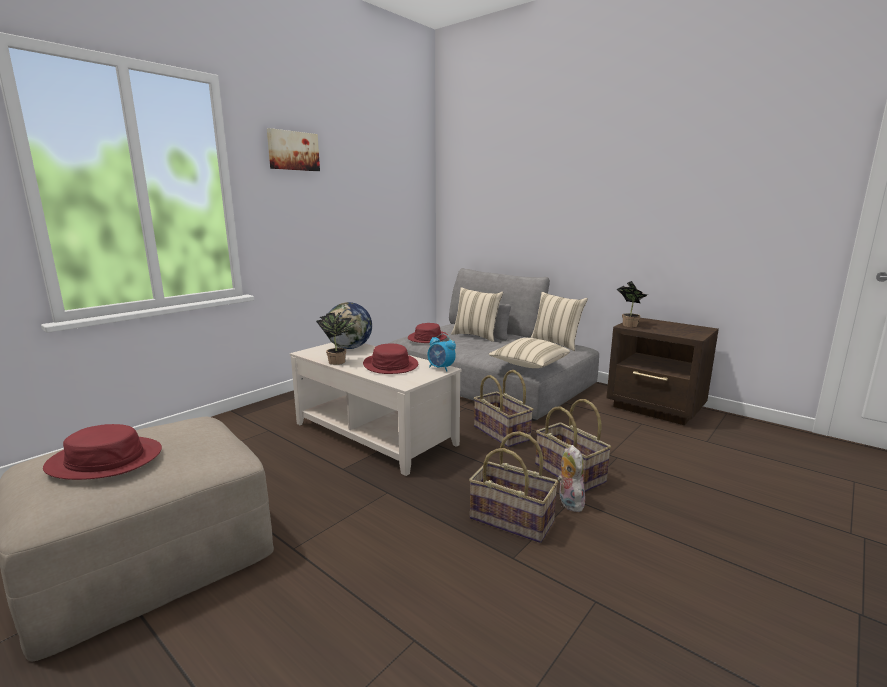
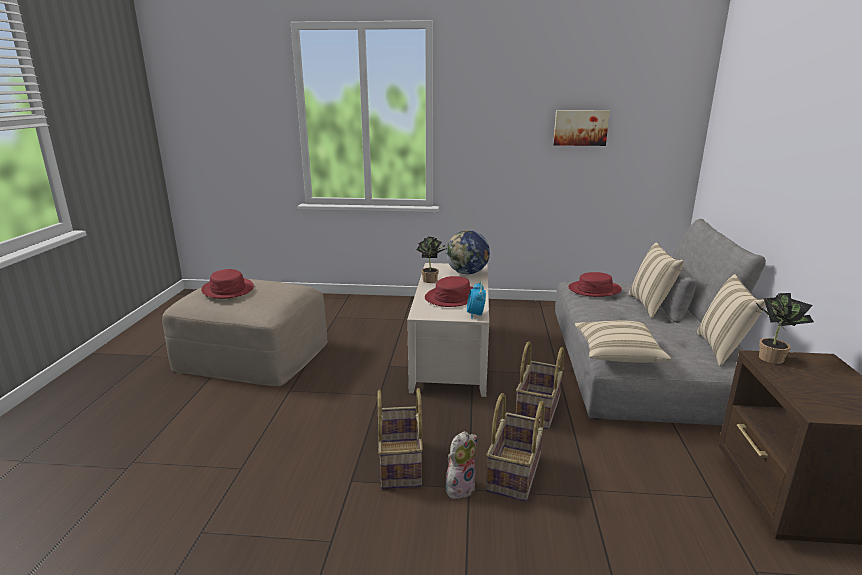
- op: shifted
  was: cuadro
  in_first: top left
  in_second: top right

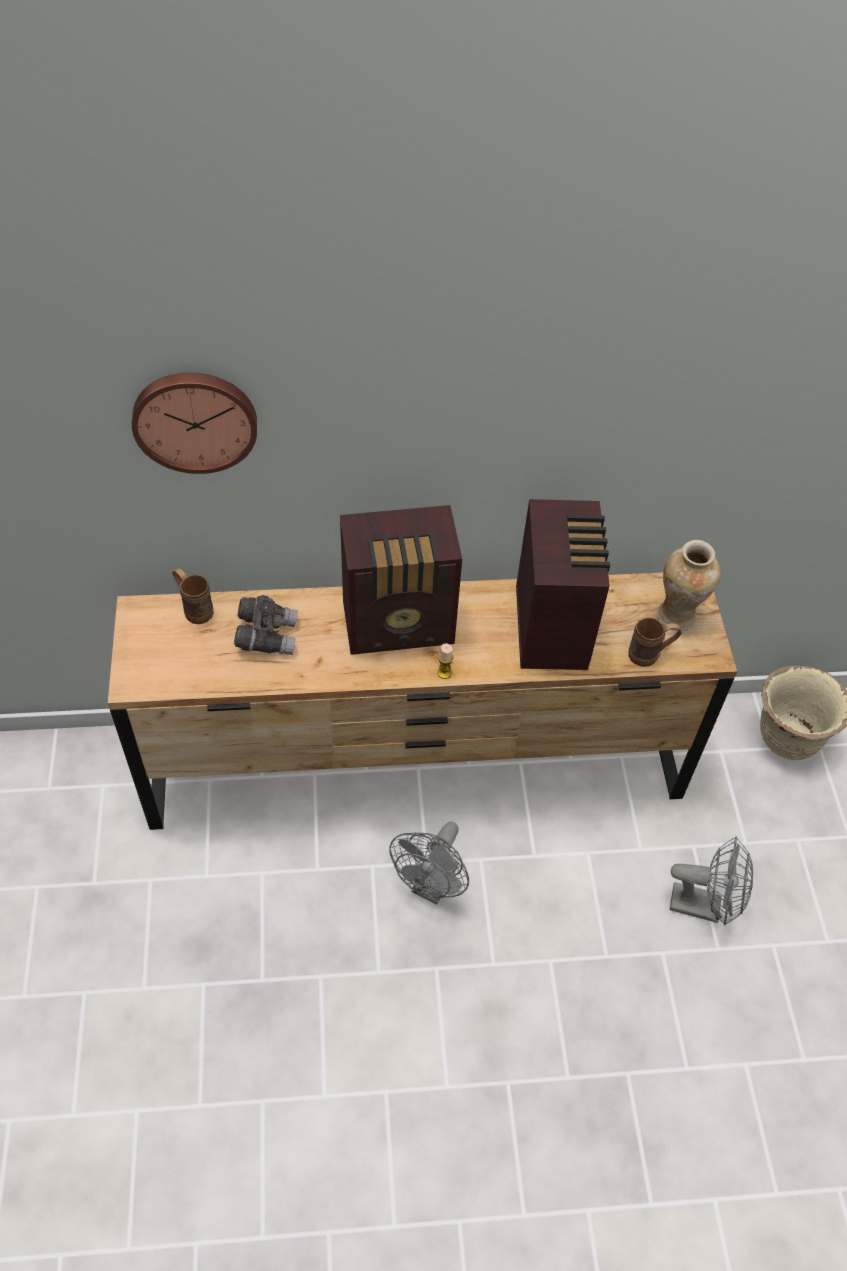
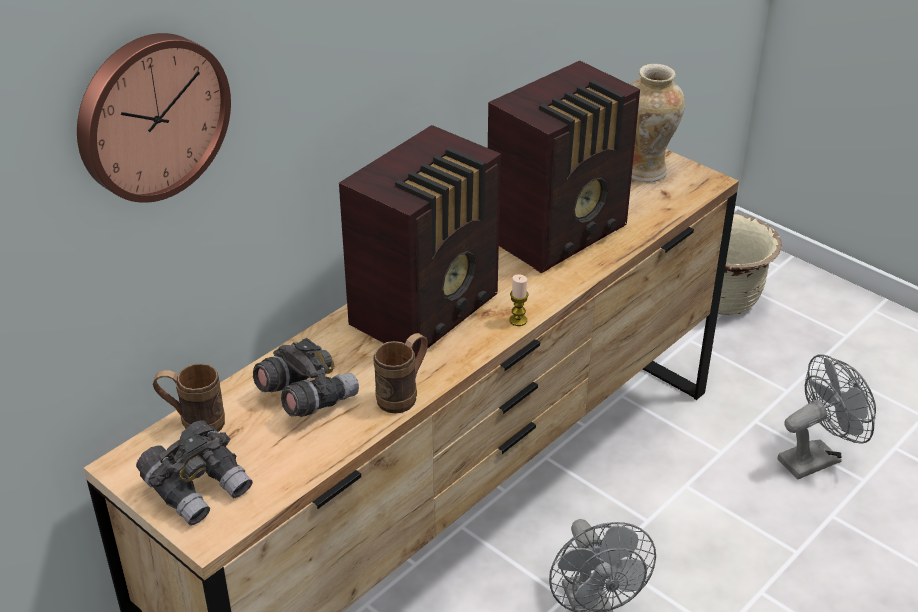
- op: rotated
  was: radio (no. 2 from left)
  in_first: centre
  in_second: top centre
  clockwise: 90
- op: shifted
  was: taza grande (marrón) (no. 2 from left)
  in_first: middle right
  in_second: centre
- op: new
  now: prismáticos (gris) (no. 1 from left)
  in_second: bottom left

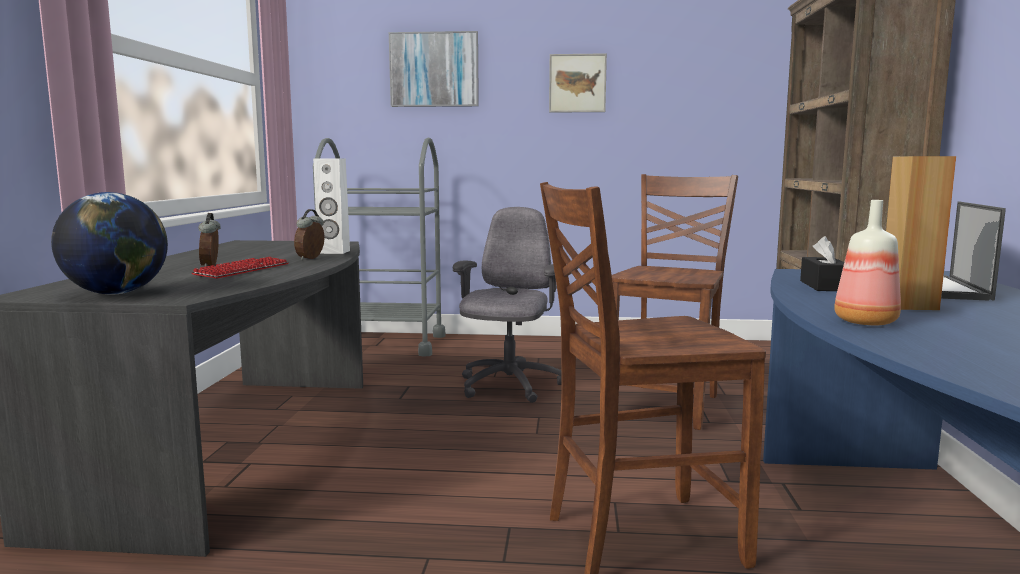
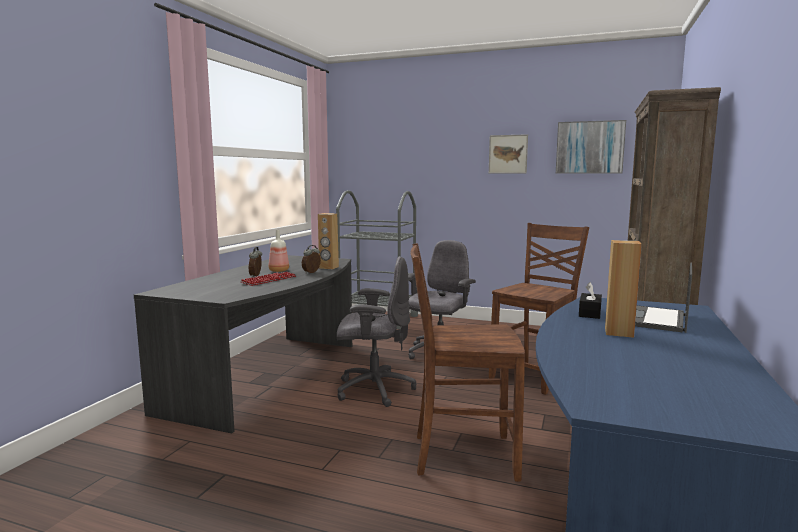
- op: shifted
  was: cuadro (no. 1 from left in the first image)
  now: cuadro (no. 2 from left)
  in_first: top centre
  in_second: top right
- op: repainted
  was: altavoz (blanco)
  now: altavoz (marrón) (no. 1 from left)
  in_first: middle left
  in_second: centre
- op: gone
  was: globo terráqueo
  in_first: middle left
- op: shifted
  was: botella
  in_first: middle right
  in_second: centre
- op: new
  now: silla de oficina (gris) (no. 1 from left)
  in_second: centre

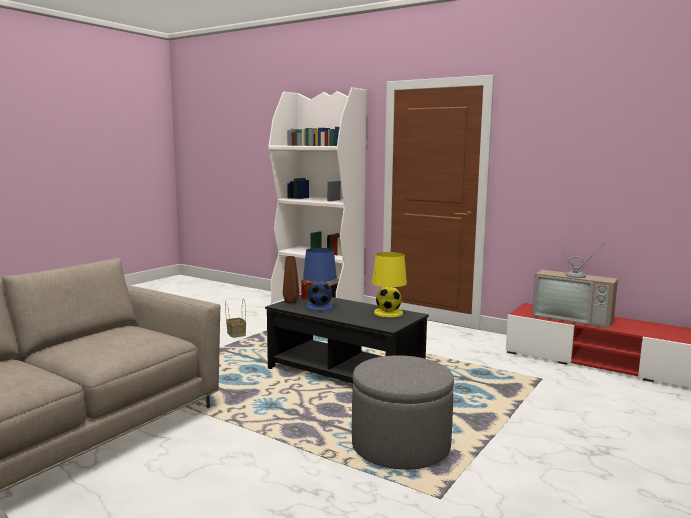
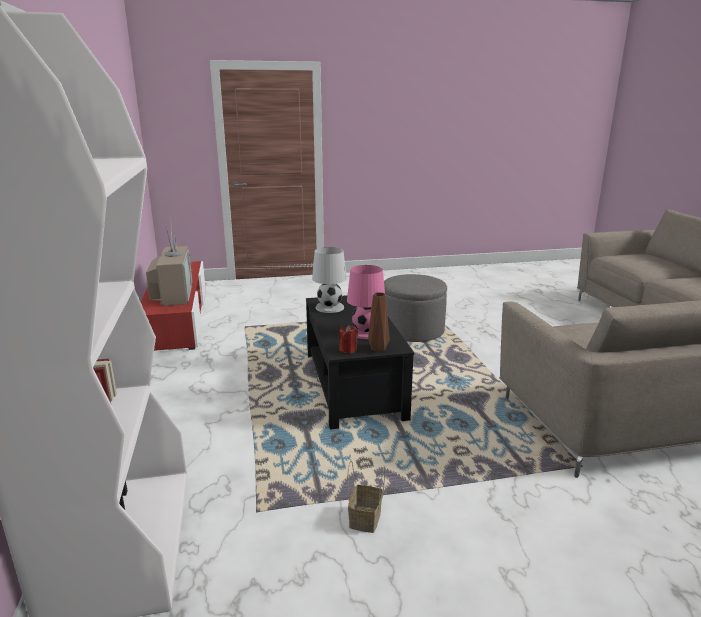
- op: repainted
  was: lámpara de mesa (azul)
  now: lámpara de mesa (rosa)
  in_first: centre
  in_second: centre
- op: repainted
  was: lámpara de mesa (amarillo)
  now: lámpara de mesa (blanco)
  in_first: centre
  in_second: centre

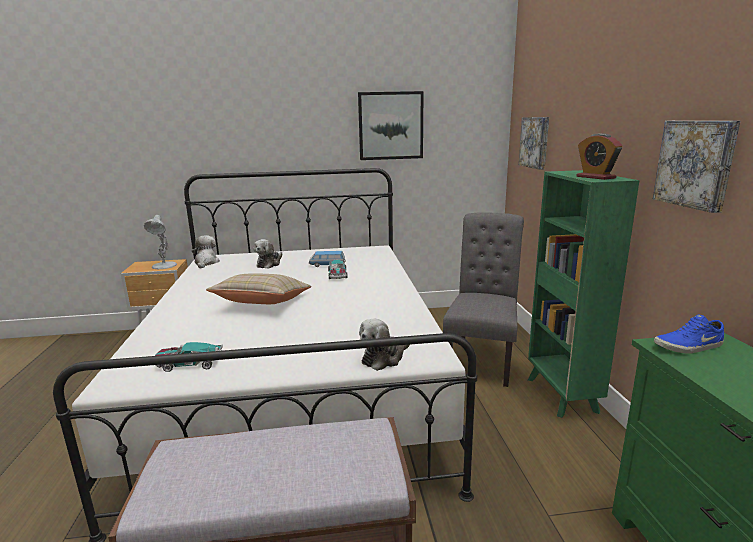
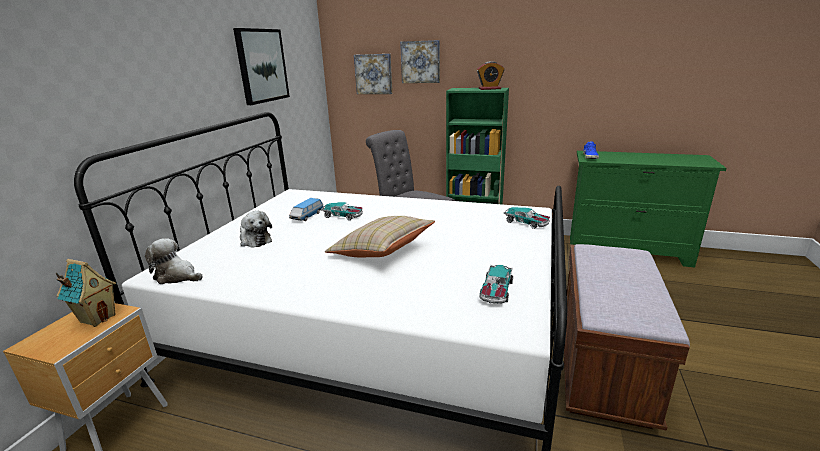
- op: shifted
  was: cuadro (no. 3 from left)
  in_first: top right
  in_second: top centre
- op: swapped
  was: lámpara de mesa (blanco)
  now: casita
  in_first: middle left
  in_second: middle left
- op: swapped
  was: peluche (no. 3 from left)
  now: coche de juguete (no. 4 from left)
  in_first: centre
  in_second: centre

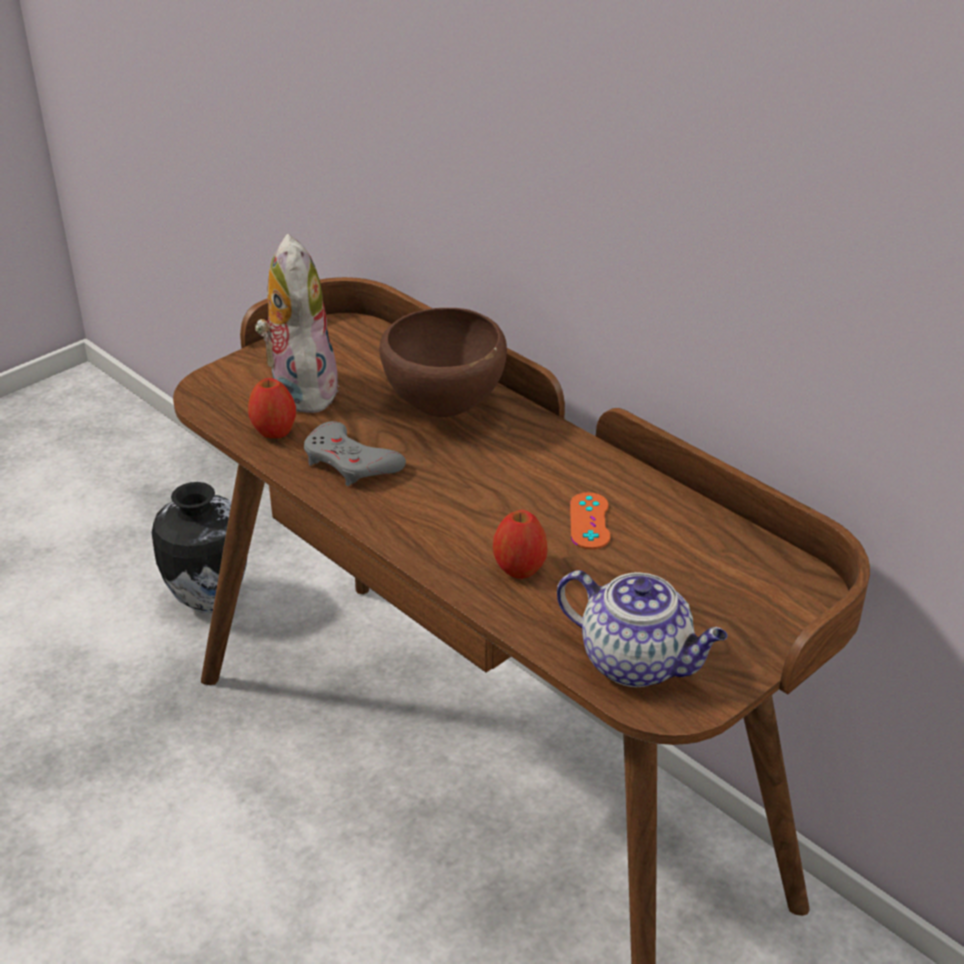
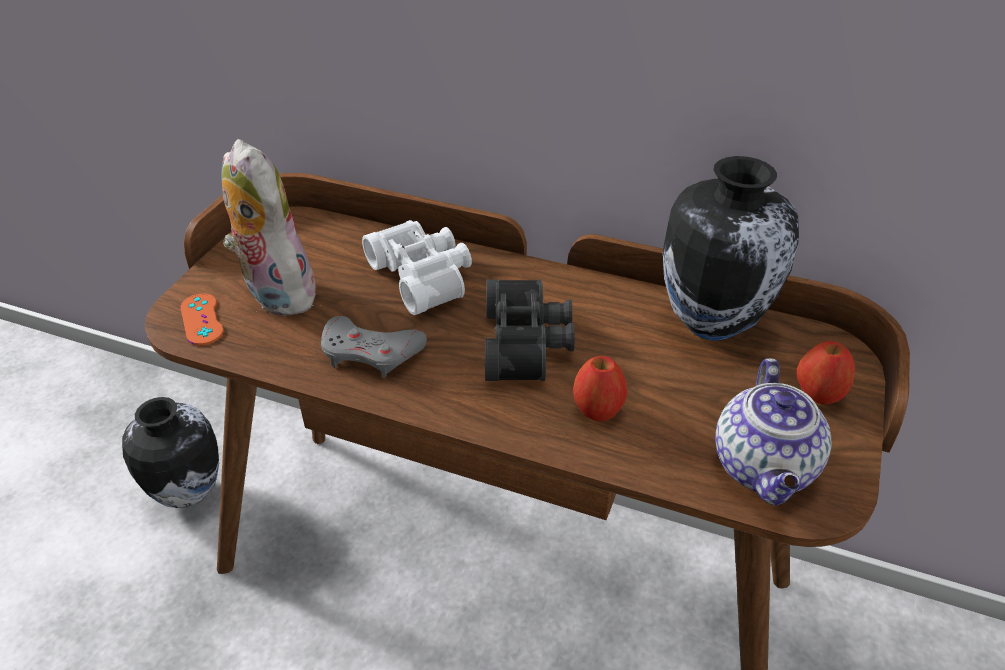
- op: swapped
  was: cuenco (marrón)
  now: prismáticos (blanco)
  in_first: centre
  in_second: centre
- op: shifted
  was: manzana (no. 1 from left in the first image)
  now: manzana (no. 2 from left)
  in_first: middle left
  in_second: middle right
- op: shifted
  was: mando de consola (naranja)
  in_first: centre
  in_second: middle left
- op: rotated
  was: tetera
  in_first: centre
  in_second: middle right
  clockwise: 90
- op: new
  now: florero (no. 2 from left)
  in_second: middle right
- op: new
  now: prismáticos (negro)
  in_second: centre

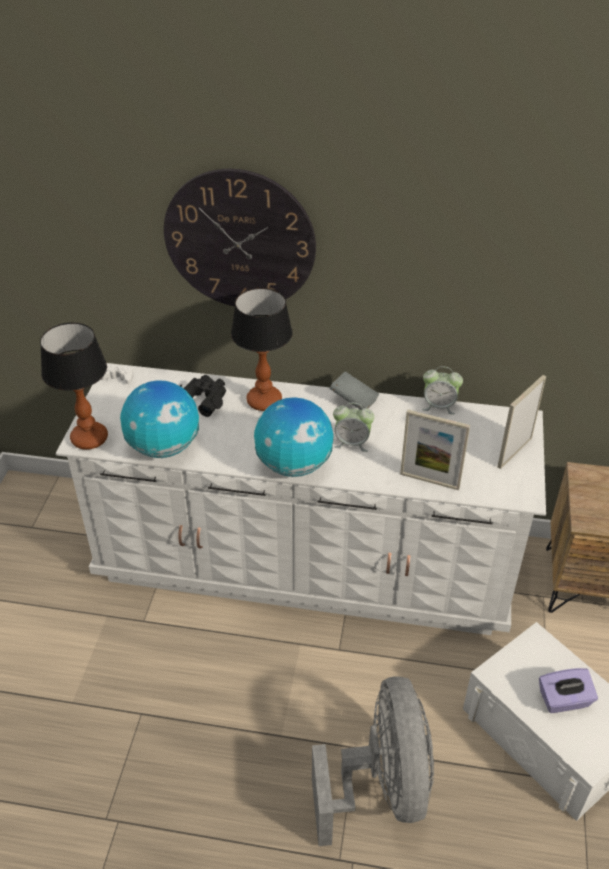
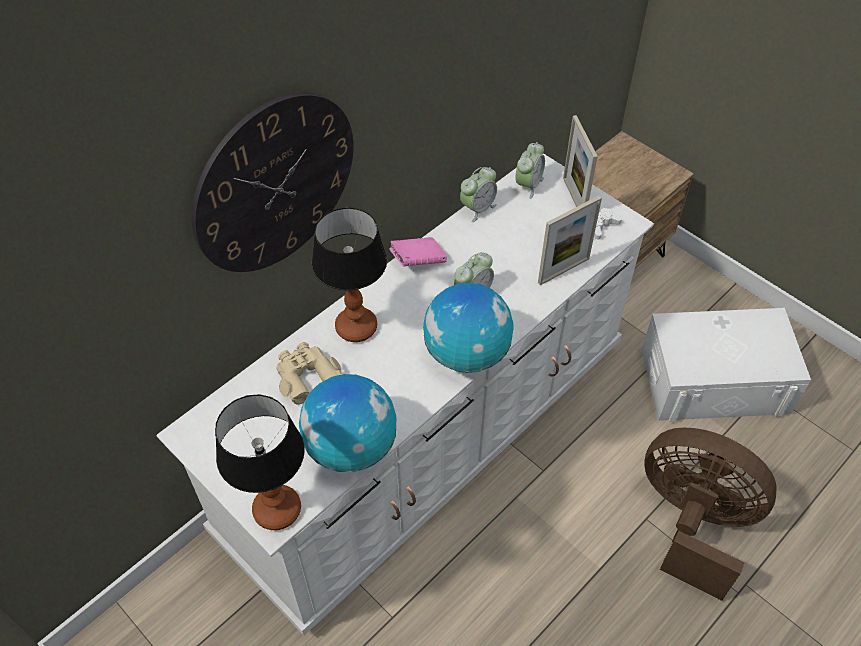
- op: shifted
  was: mando de consola (blanco)
  in_first: middle left
  in_second: middle right
- op: repainted
  was: libro (gris)
  now: libro (rosa)
  in_first: centre
  in_second: centre
- op: repainted
  was: prismáticos (negro)
  now: prismáticos (beis)
  in_first: centre
  in_second: centre
- op: gone
  was: caja de pañuelos (morado)
  in_first: bottom right
- op: repainted
  was: ventilador (gris)
  now: ventilador (marrón)
  in_first: bottom centre
  in_second: bottom right
- op: new
  now: despertador (no. 3 from left)
  in_second: top centre

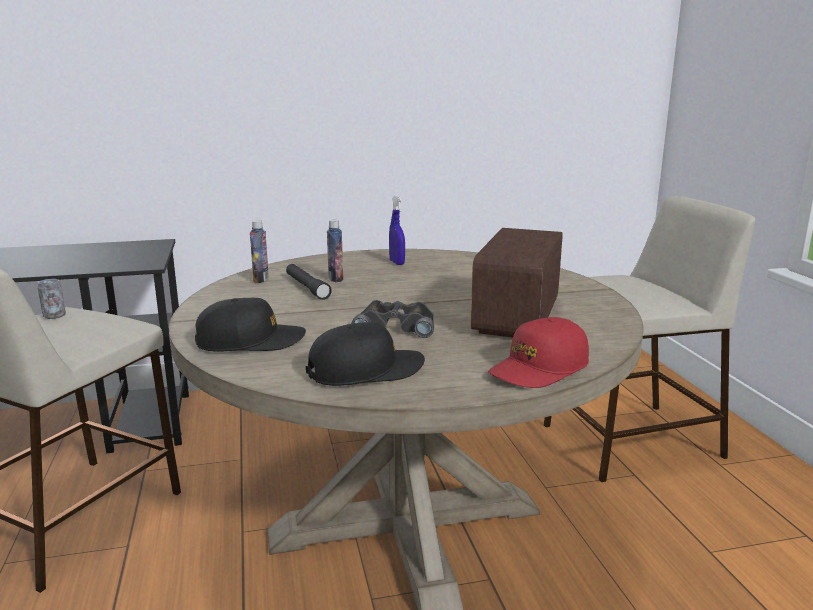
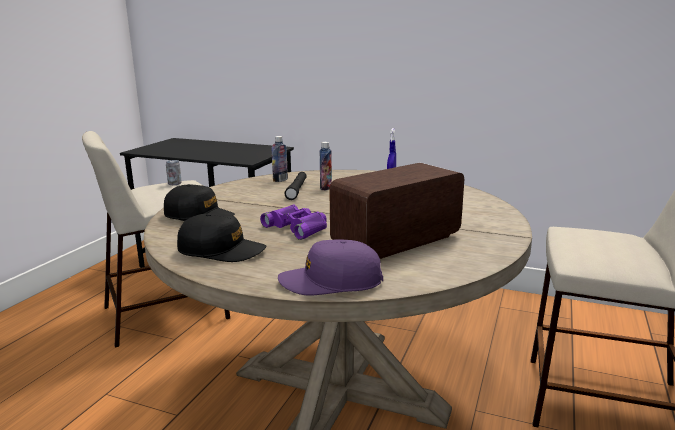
- op: repainted
  was: prismáticos (negro)
  now: prismáticos (morado)
  in_first: centre
  in_second: centre
- op: repainted
  was: gorra (rojo)
  now: gorra (morado)
  in_first: centre
  in_second: centre

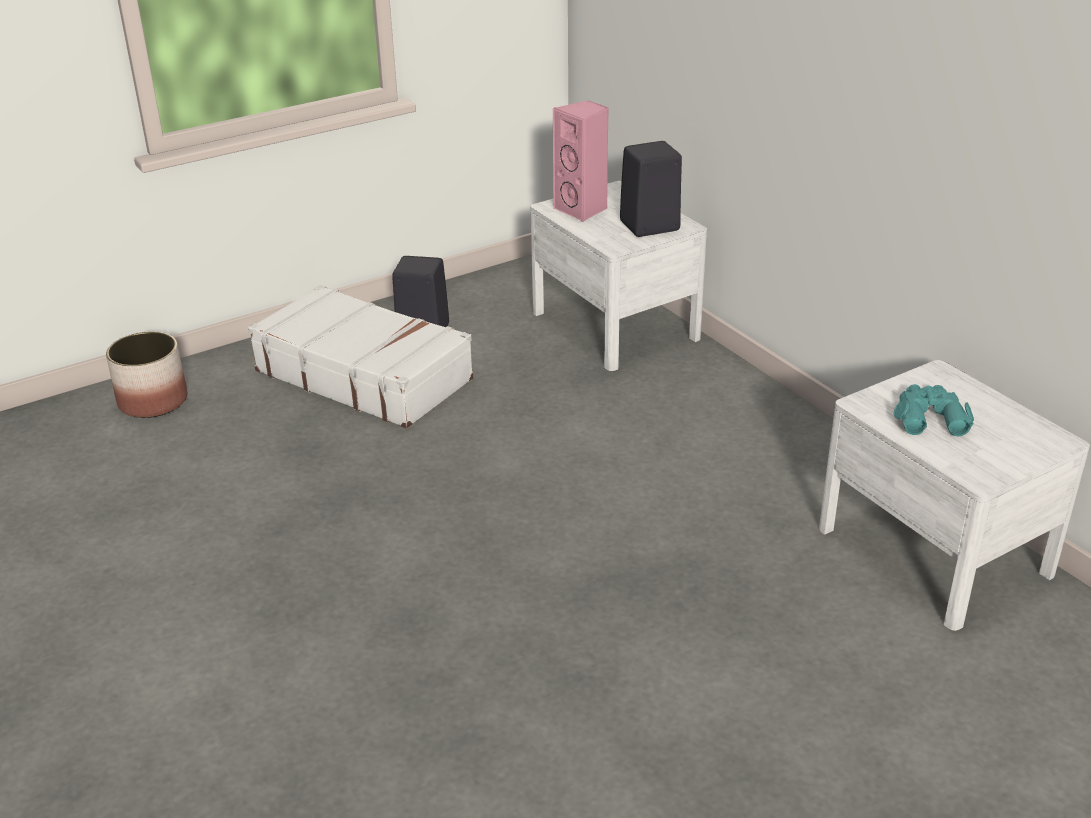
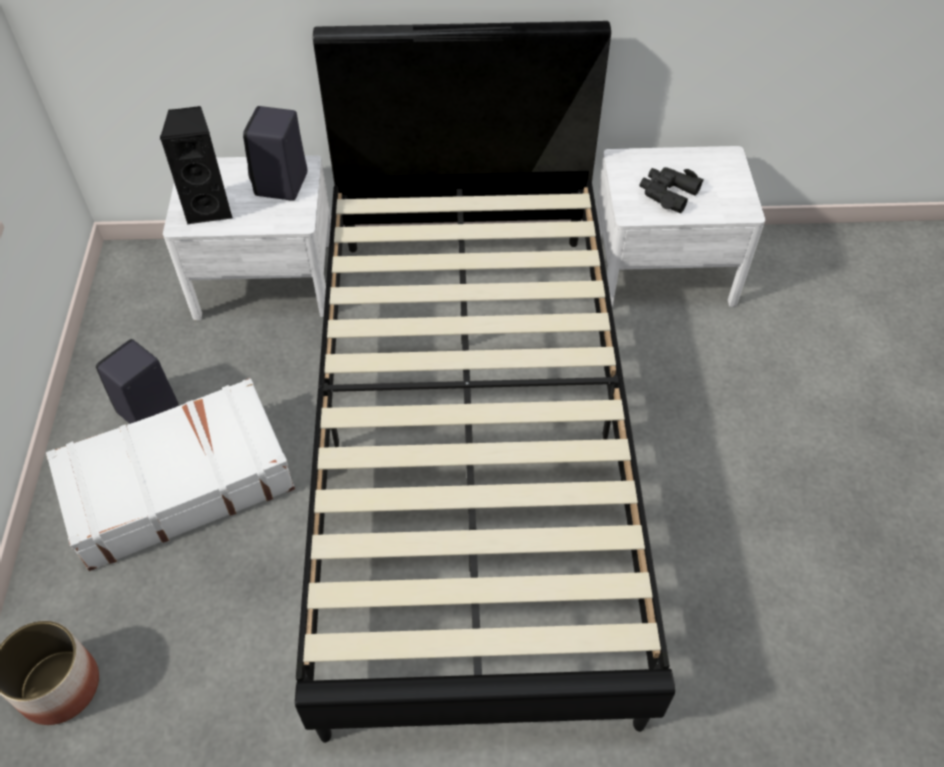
- op: repainted
  was: altavoz (rosa)
  now: altavoz (negro) (no. 2 from left)
  in_first: top centre
  in_second: top left
- op: repainted
  was: prismáticos (turquesa)
  now: prismáticos (negro)
  in_first: middle right
  in_second: top right
- op: new
  now: cama (negro)
  in_second: centre

